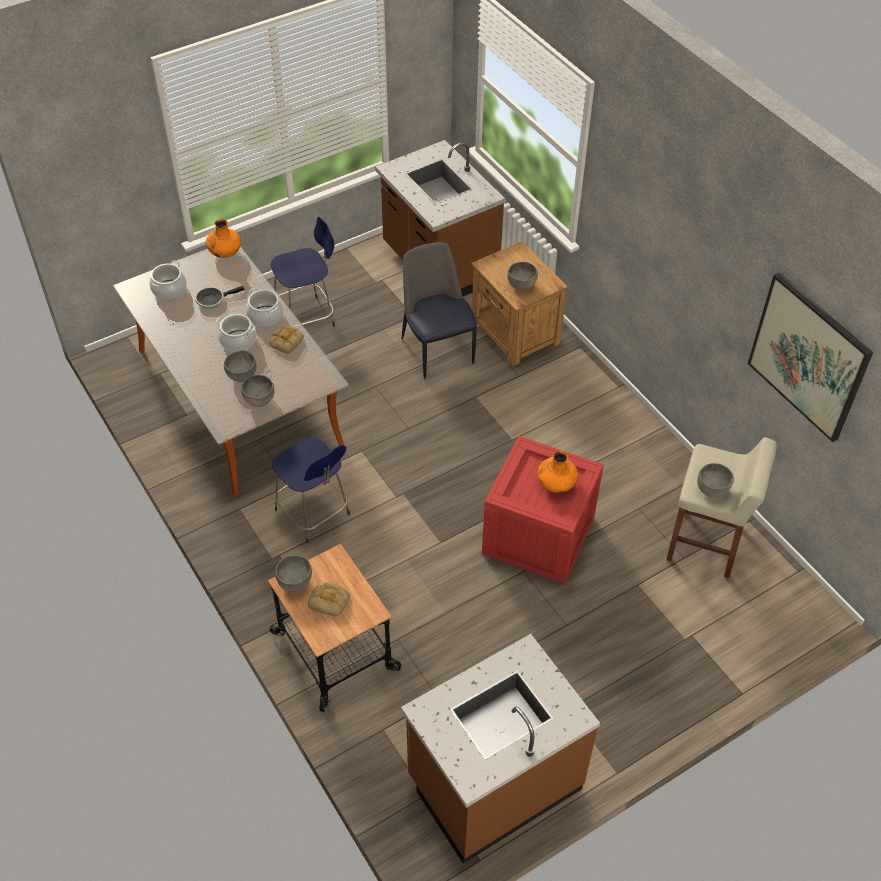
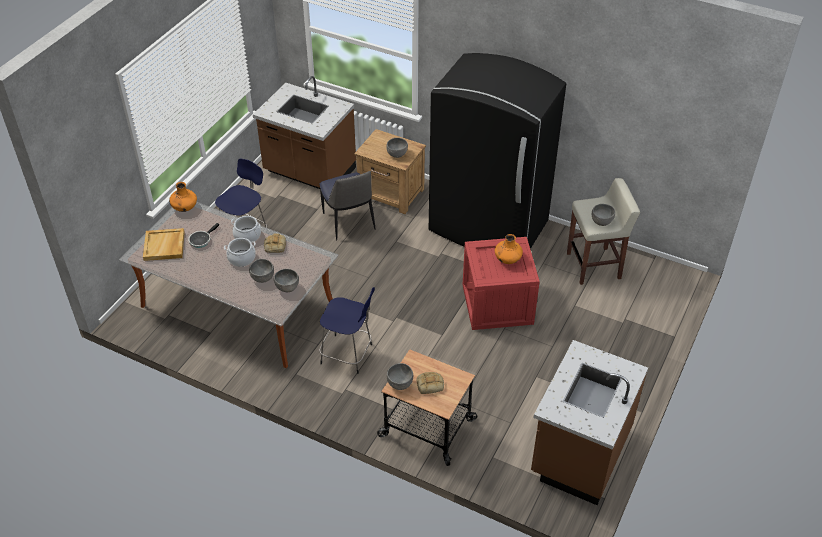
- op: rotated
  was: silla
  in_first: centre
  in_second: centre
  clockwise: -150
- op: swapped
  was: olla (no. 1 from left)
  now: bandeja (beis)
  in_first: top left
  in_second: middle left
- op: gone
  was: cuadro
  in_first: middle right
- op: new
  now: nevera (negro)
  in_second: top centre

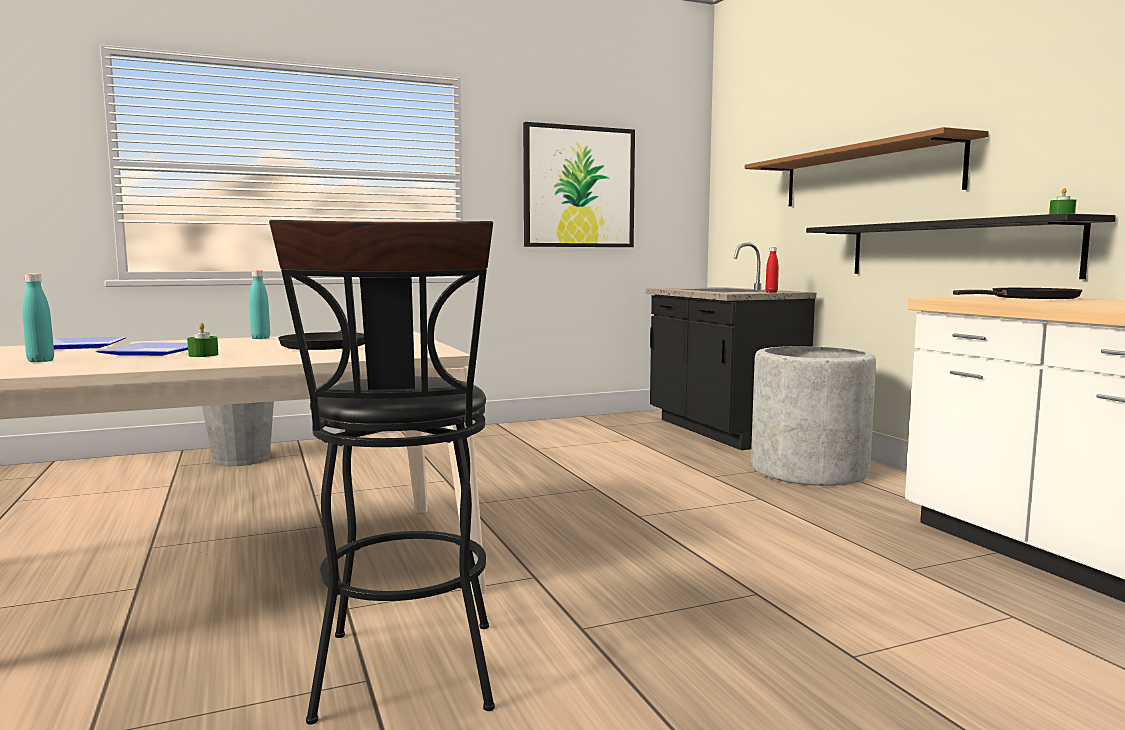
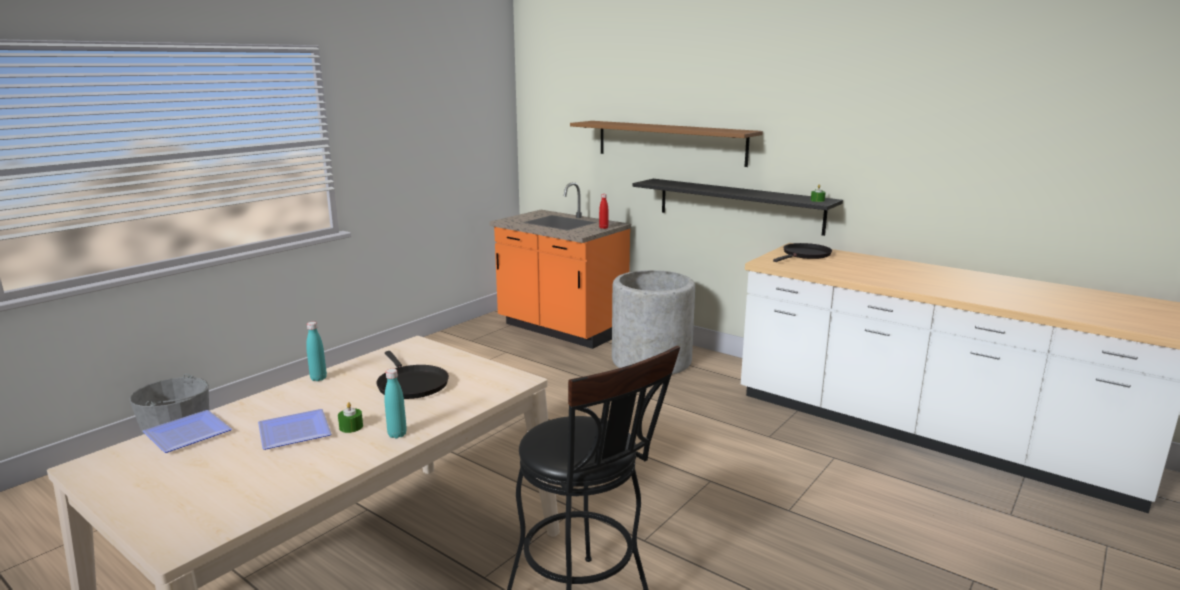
- op: gone
  was: cuadro
  in_first: top centre
- op: repainted
  was: mueble bajo de cocina (negro)
  now: mueble bajo de cocina (naranja)
  in_first: centre
  in_second: centre
- op: shifted
  was: botella (turquesa) (no. 1 from left in the first image)
  now: botella (turquesa) (no. 2 from left)
  in_first: middle left
  in_second: bottom centre

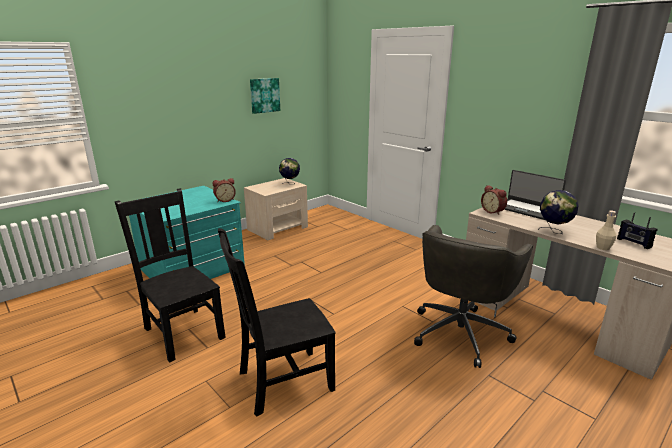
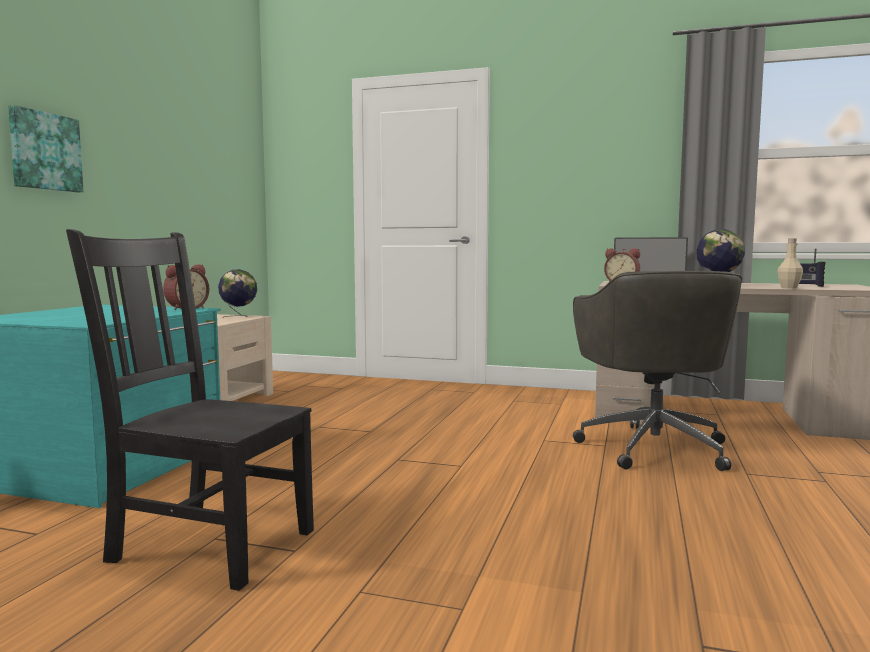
- op: shifted
  was: cuadro
  in_first: top centre
  in_second: top left
- op: gone
  was: silla (negro) (no. 2 from left)
  in_first: bottom centre

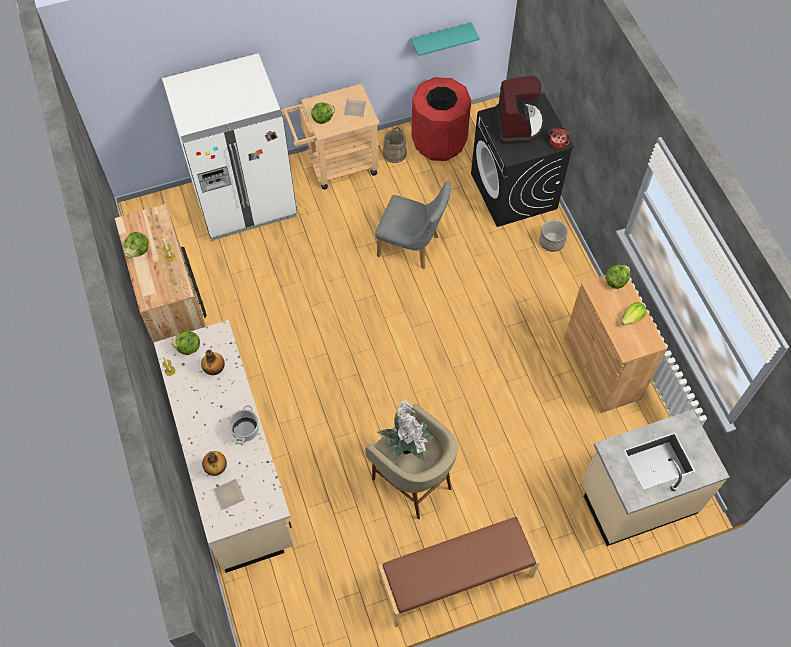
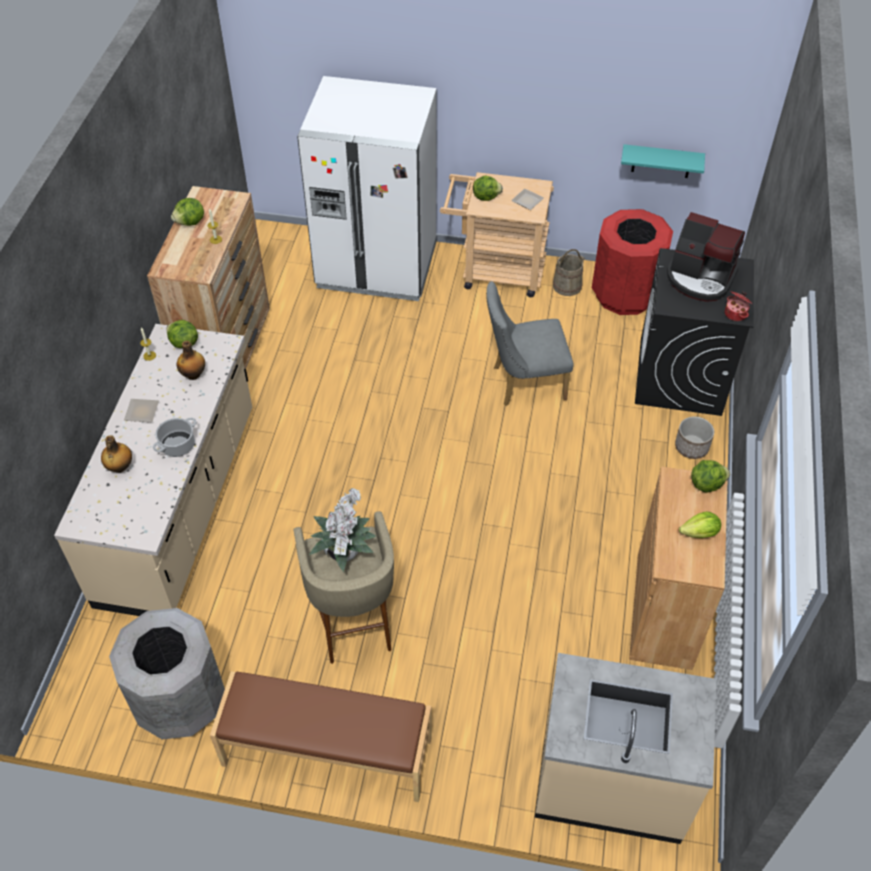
- op: rotated
  was: cafetera
  in_first: top centre
  in_second: top right
  clockwise: 90
- op: rotated
  was: silla (gris)
  in_first: centre
  in_second: centre
  clockwise: 120
- op: shifted
  was: plato (no. 1 from left)
  in_first: bottom left
  in_second: middle left
- op: new
  now: papelera (gris)
  in_second: bottom left

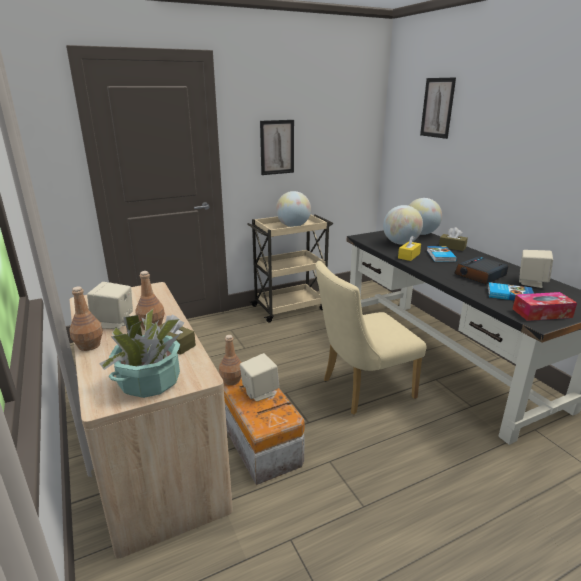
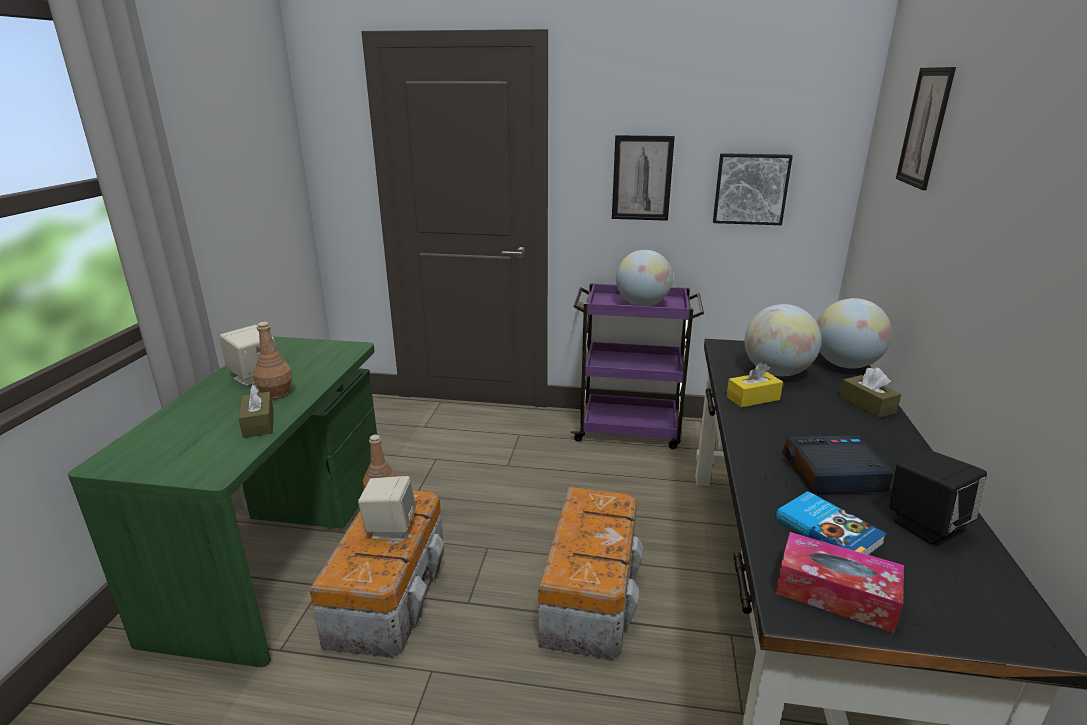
- op: repainted
  was: carrito (beis)
  now: carrito (morado)
  in_first: centre
  in_second: centre
- op: gone
  was: libro (no. 1 from left)
  in_first: middle right
- op: repainted
  was: altavoz (beis) (no. 3 from left)
  now: altavoz (negro)
  in_first: middle right
  in_second: bottom right
- op: swapped
  was: silla (beis)
  now: caja de almacenaje (no. 2 from left)
  in_first: centre
  in_second: bottom centre
- op: repainted
  was: escritorio (beis)
  now: escritorio (verde)
  in_first: bottom left
  in_second: bottom left
- op: gone
  was: botella (marrón) (no. 1 from left)
  in_first: middle left
- op: gone
  was: planta en maceta
  in_first: middle left
- op: new
  now: cuadro (no. 2 from left)
  in_second: top right

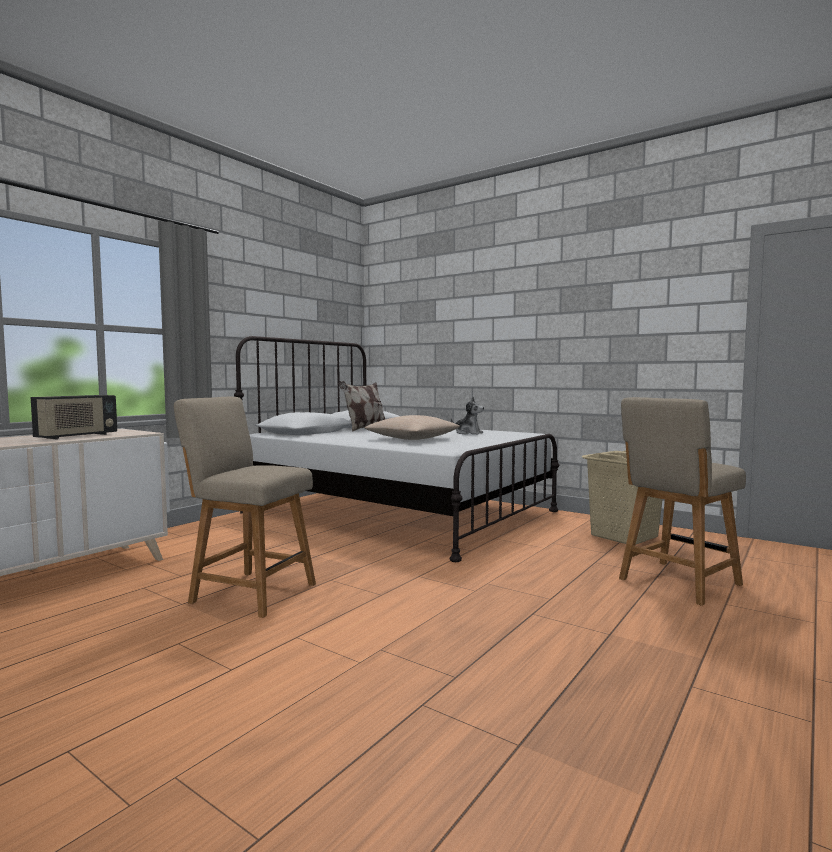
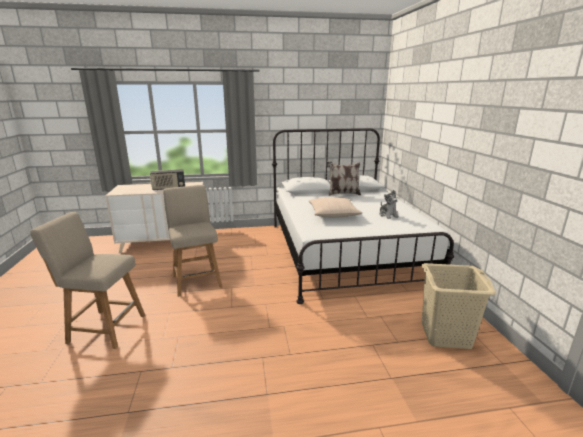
- op: shifted
  was: silla (beis) (no. 2 from left in the first image)
  now: silla (beis) (no. 1 from left)
  in_first: middle right
  in_second: middle left

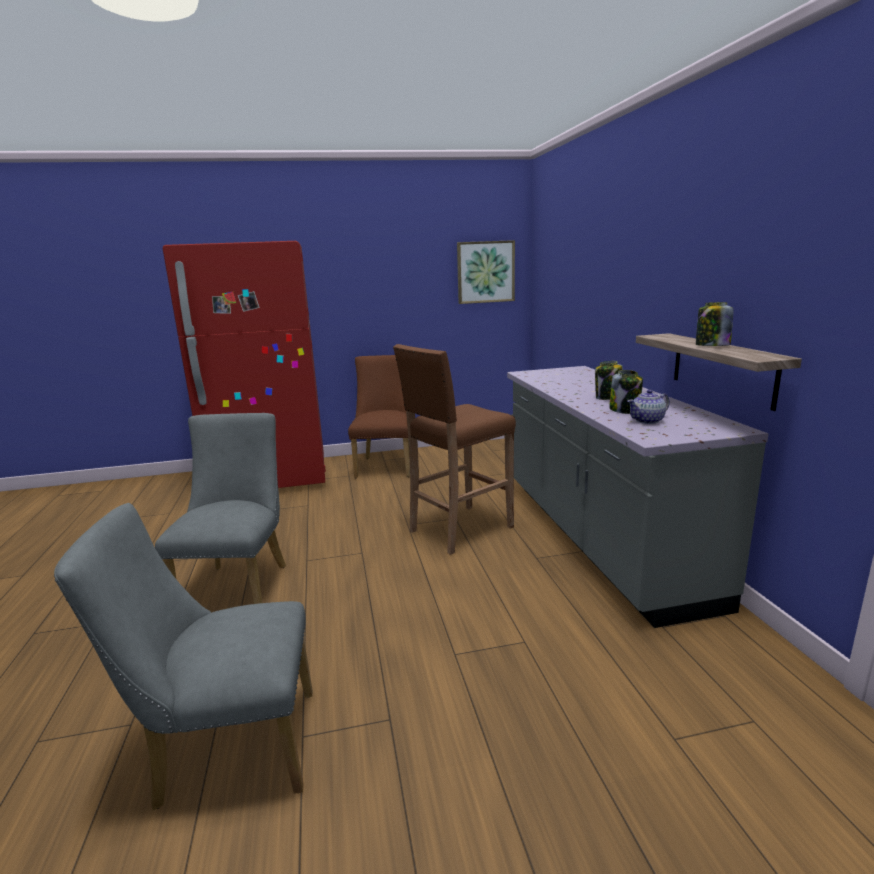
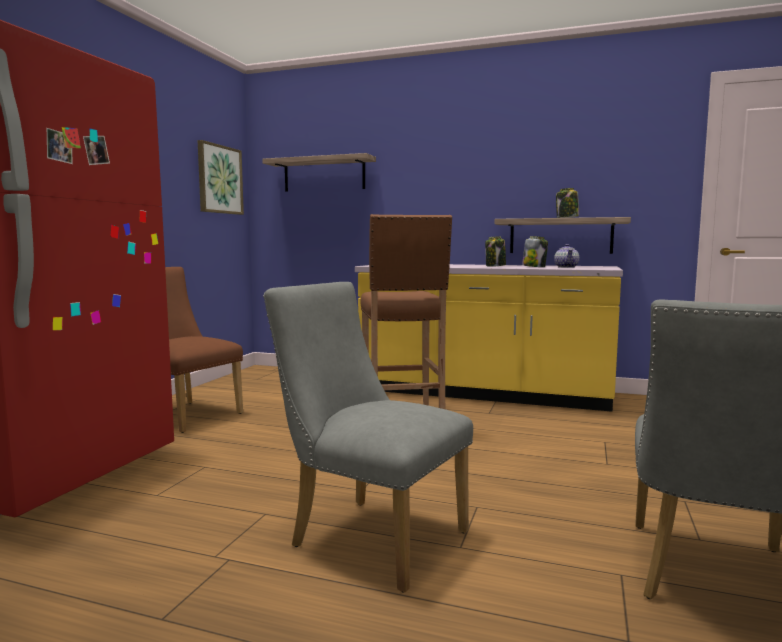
- op: repainted
  was: mueble bajo de cocina (gris)
  now: mueble bajo de cocina (amarillo)
  in_first: middle right
  in_second: centre
- op: new
  now: estante (no. 1 from left)
  in_second: top centre

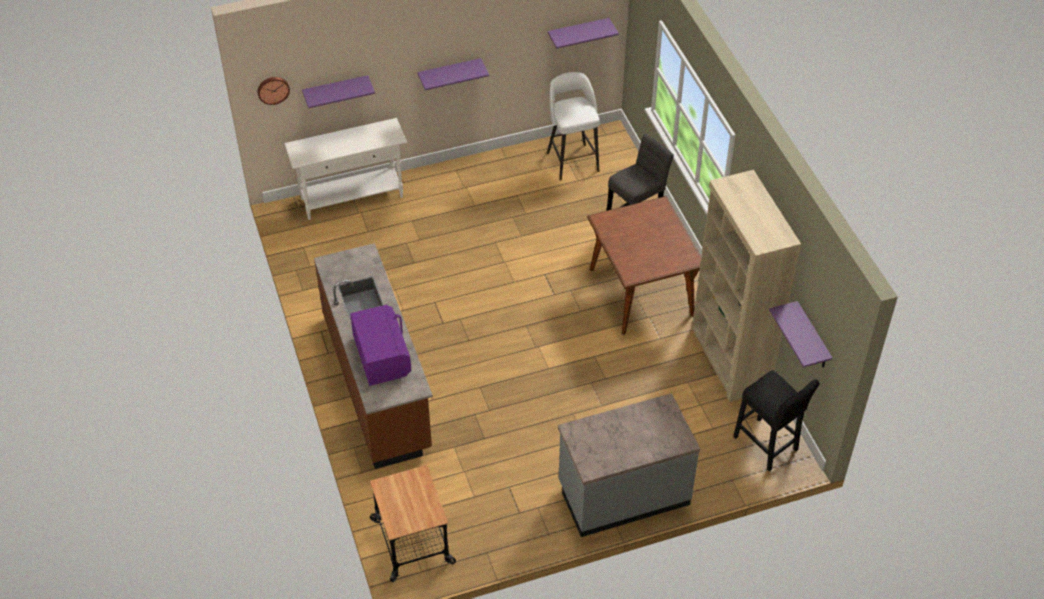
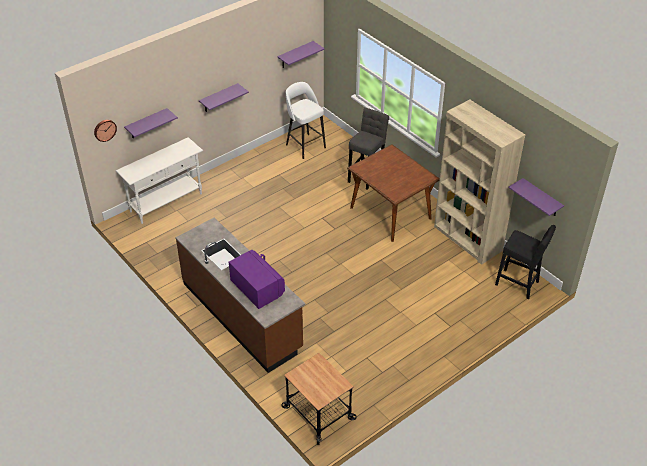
- op: gone
  was: mueble bajo de cocina (gris)
  in_first: bottom centre

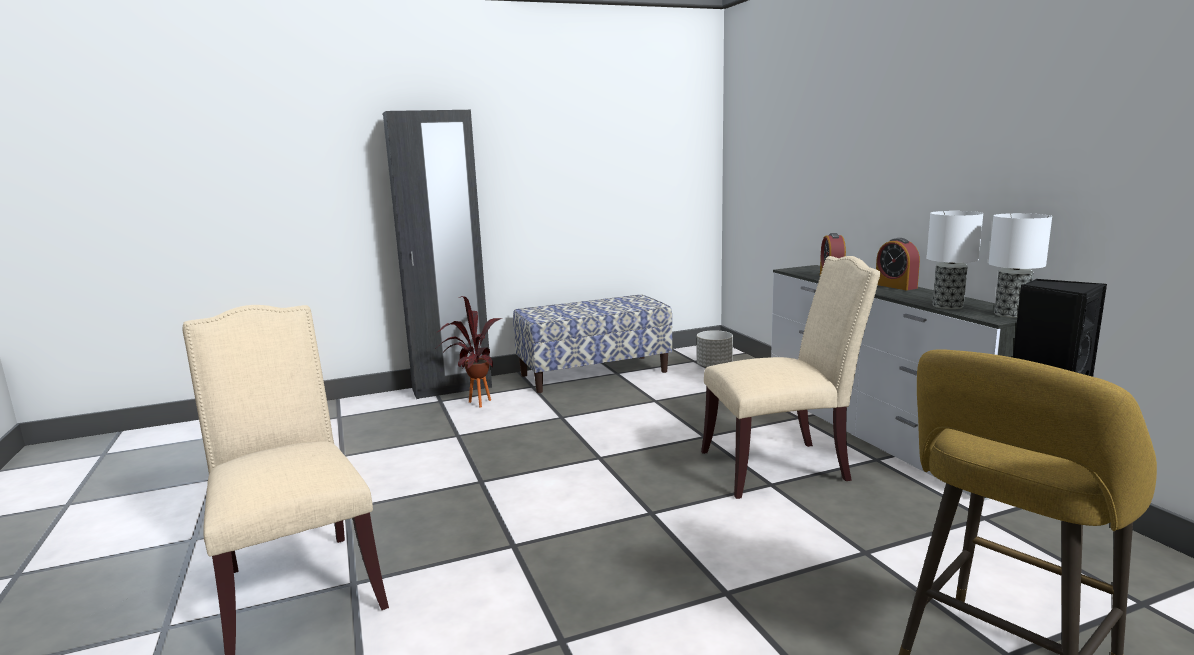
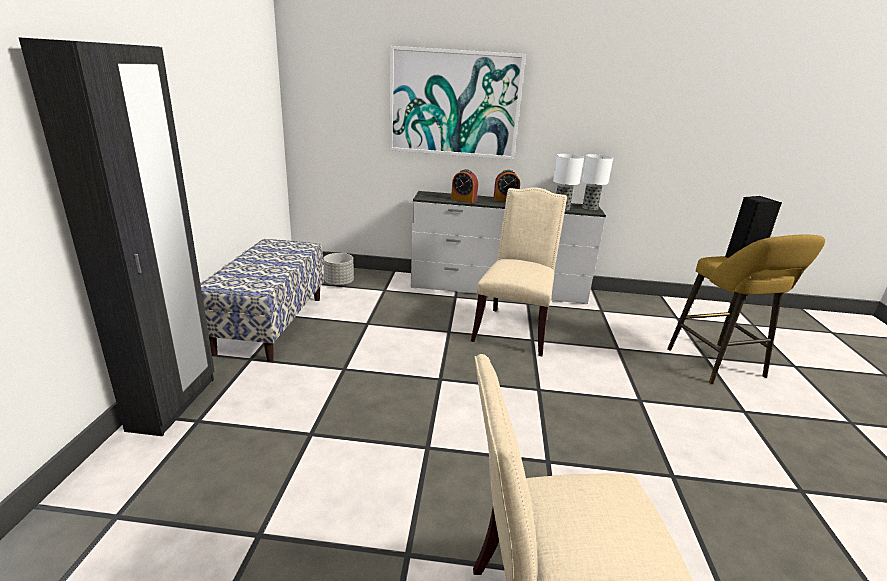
- op: gone
  was: planta en maceta
  in_first: centre
- op: new
  now: cuadro
  in_second: top centre

